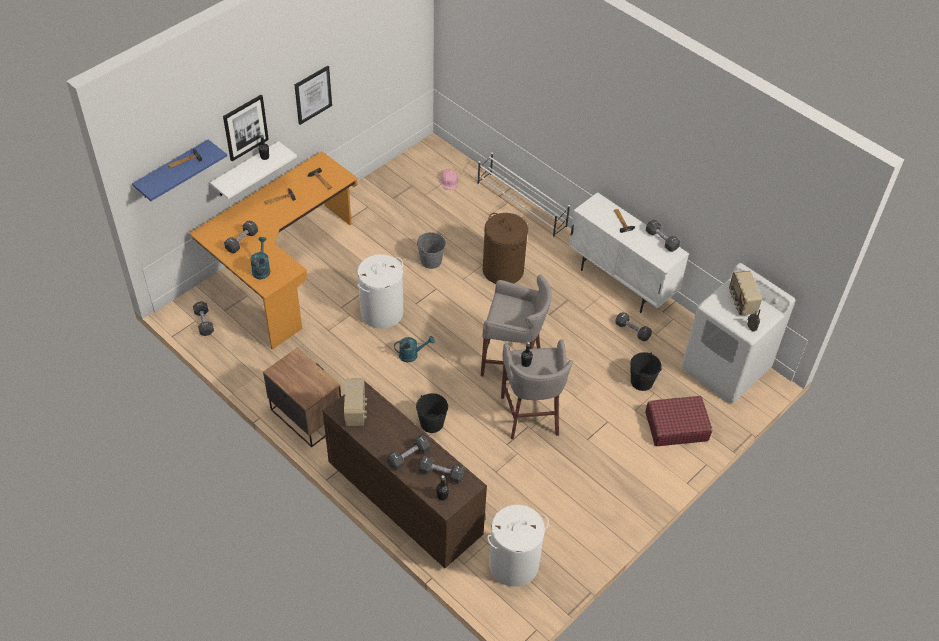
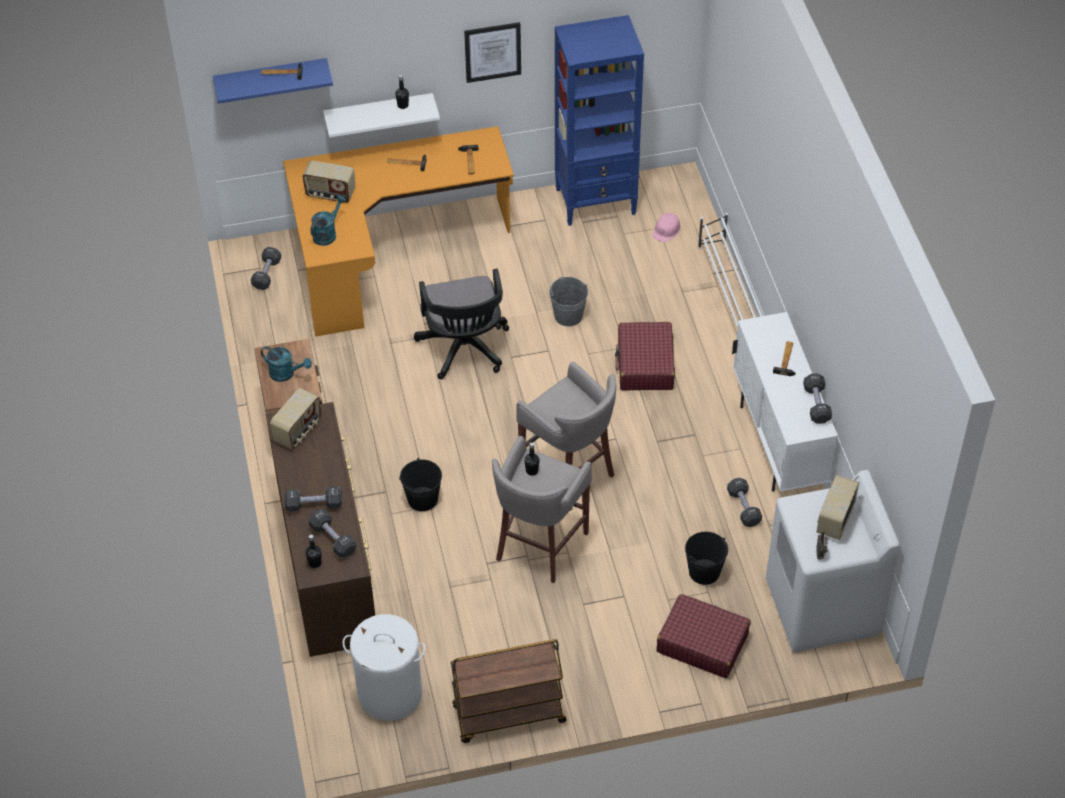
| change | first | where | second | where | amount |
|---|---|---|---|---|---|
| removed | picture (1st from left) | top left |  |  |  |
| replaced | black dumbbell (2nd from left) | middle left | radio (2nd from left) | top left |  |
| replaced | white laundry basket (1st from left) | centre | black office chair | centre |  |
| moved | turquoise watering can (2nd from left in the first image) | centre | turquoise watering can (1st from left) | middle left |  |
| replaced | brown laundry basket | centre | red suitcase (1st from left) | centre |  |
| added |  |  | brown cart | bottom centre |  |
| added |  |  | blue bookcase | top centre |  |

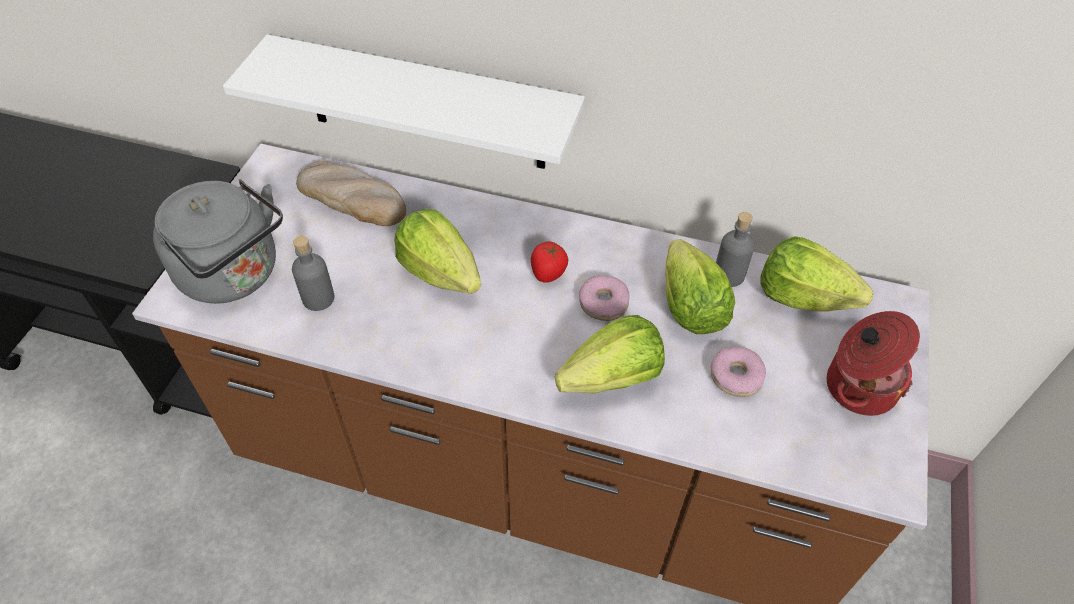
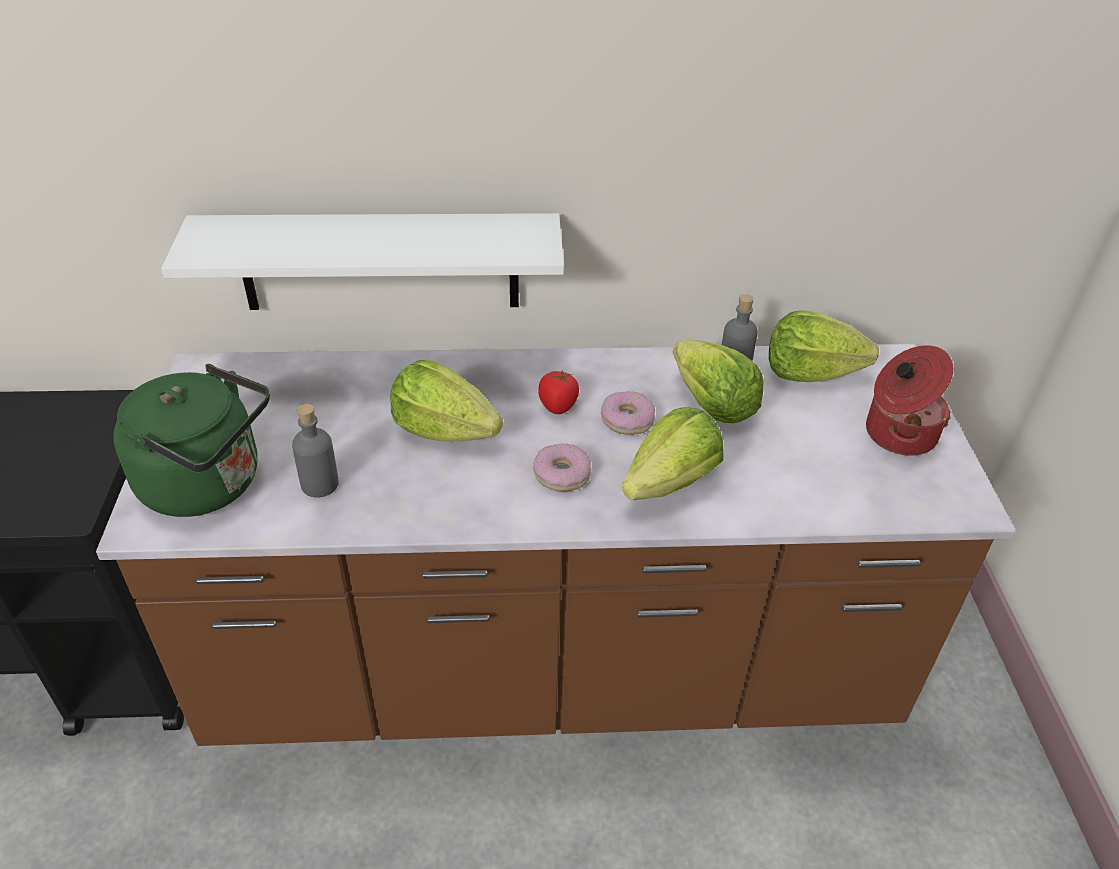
| change | first | where | second | where | amount |
|---|---|---|---|---|---|
| recoloured | grey kettle | middle left | green kettle | middle left |  |
| removed | bread | top left |  |  |  |
| moved | donut (2nd from left in the first image) | middle right | donut (1st from left) | centre |  |

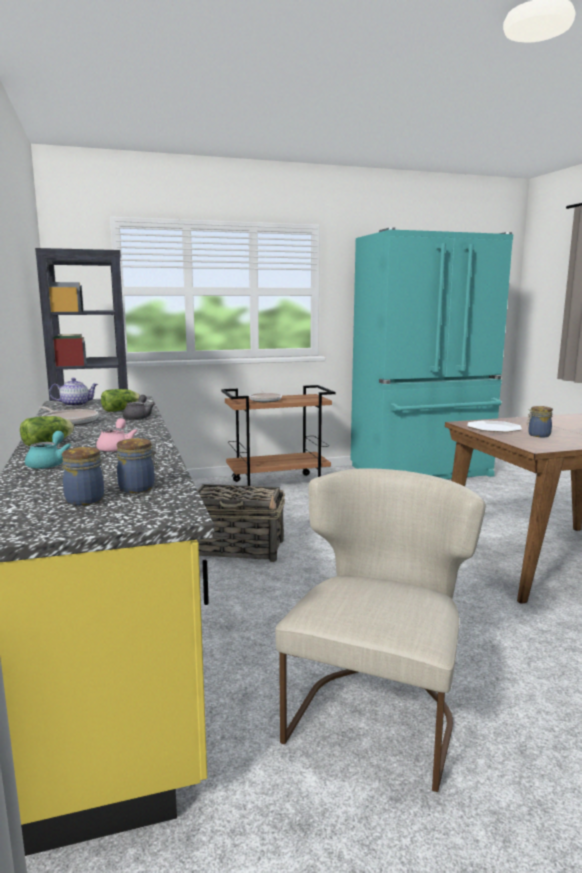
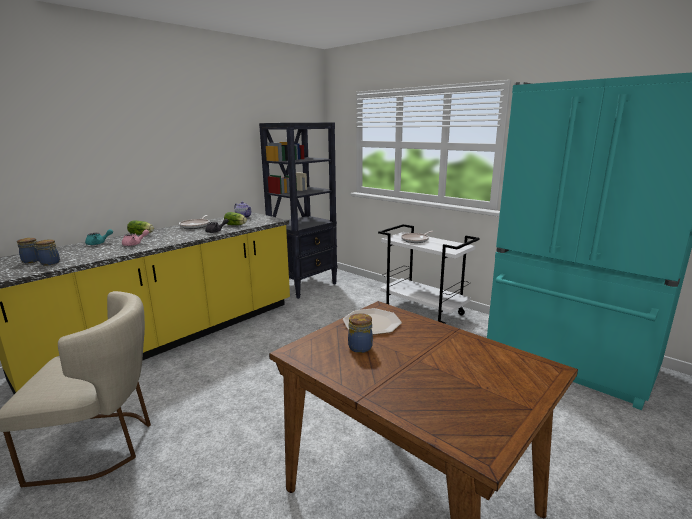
| change | first | where | second | where | amount |
|---|---|---|---|---|---|
| removed | basket | centre |  |  |  |
| recoloured | brown cart | centre | white cart | centre |  |

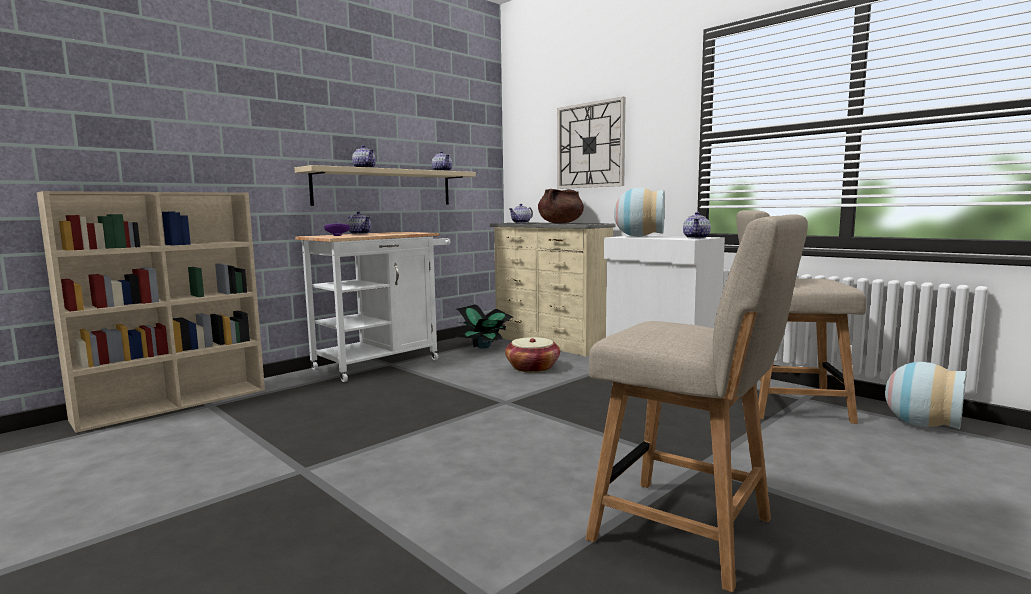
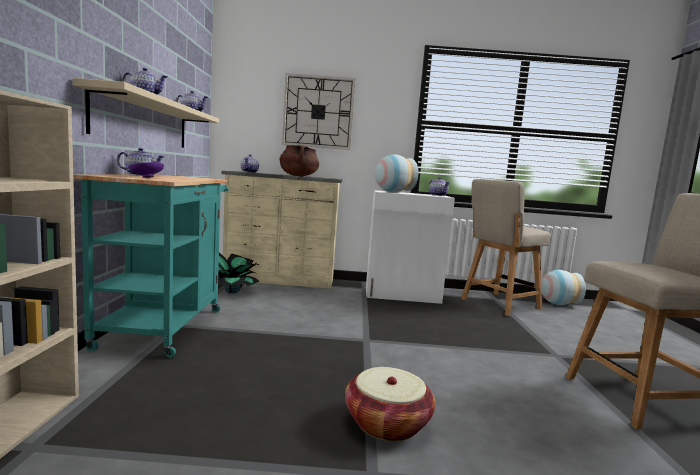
| change | first | where | second | where | amount |
|---|---|---|---|---|---|
| recoloured | white cart | centre | turquoise cart | middle left |  |
| moved | basket | centre |  | bottom centre |  |

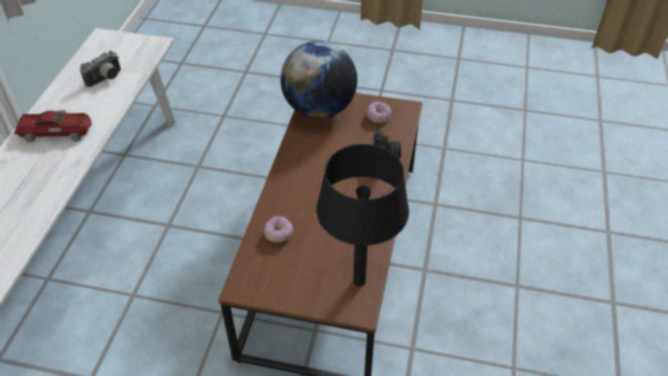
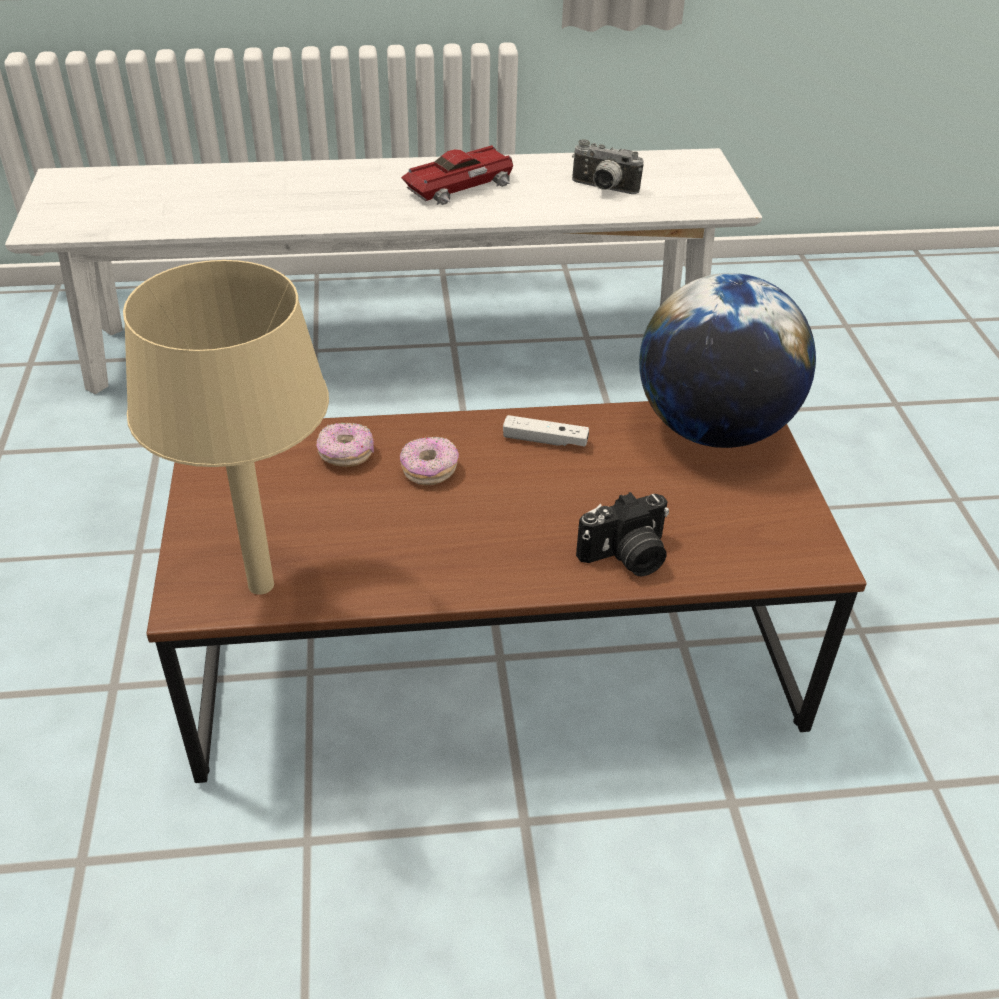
| change | first | where | second | where | amount |
|---|---|---|---|---|---|
| turned | toy car | middle left |  | top centre | 105 degrees counterclockwise |
| recoloured | black table lamp | centre | beige table lamp | middle left |  |
| moved | donut (2nd from left) | top centre |  | centre |  |
| added |  |  | white game controller | centre |  |

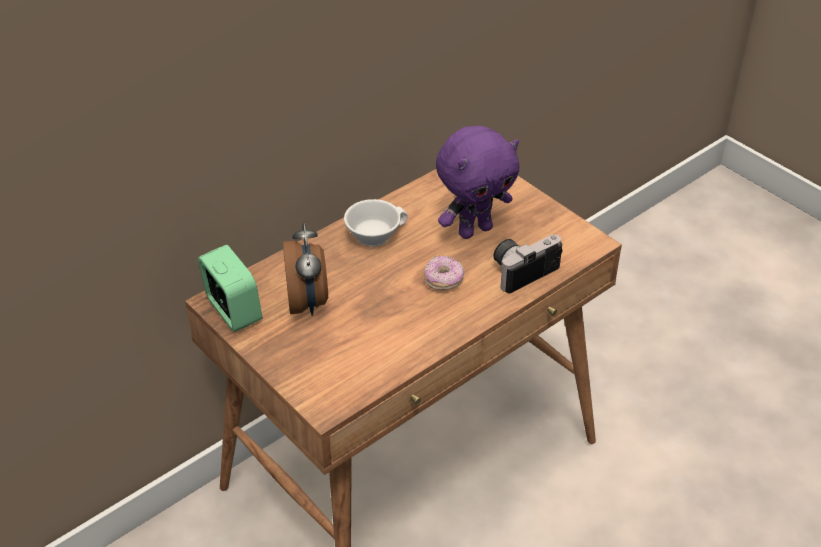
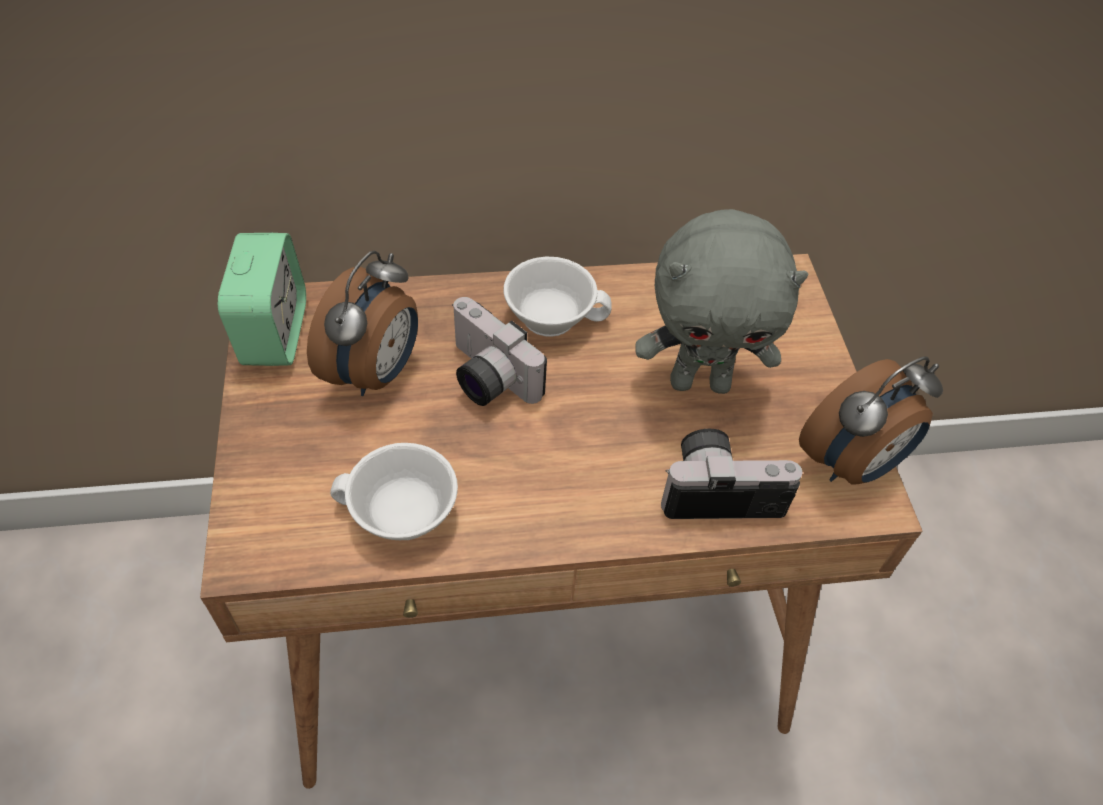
| change | first | where | second | where | amount |
|---|---|---|---|---|---|
| removed | donut | centre |  |  |  |
| recoloured | purple plush toy | top centre | grey plush toy | centre |  |
| added |  |  | white cup (1st from left) | centre |  |
| added |  |  | photo camera (1st from left) | centre |  |
| added |  |  | alarm clock (3rd from left) | middle right |  |

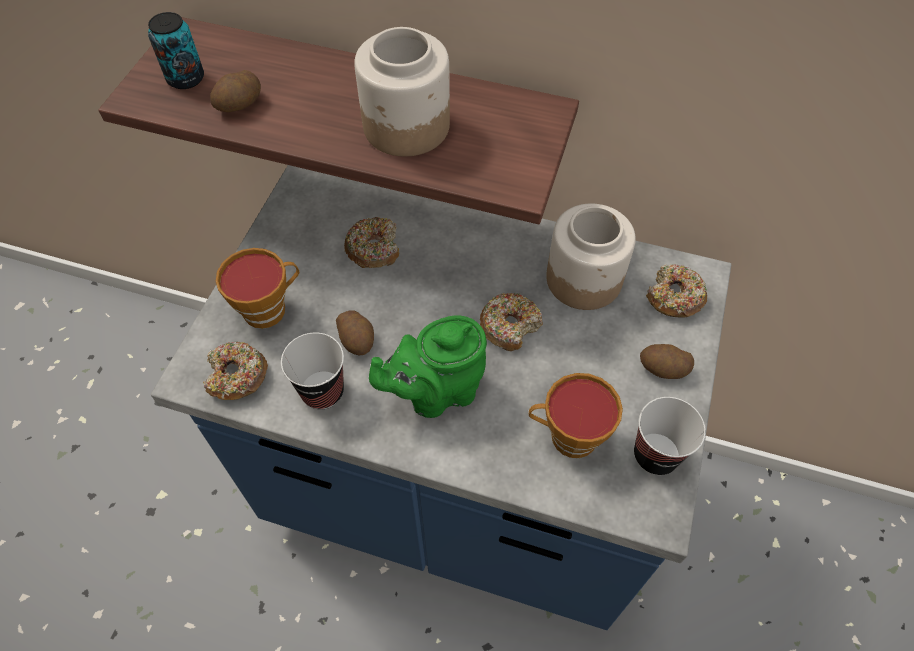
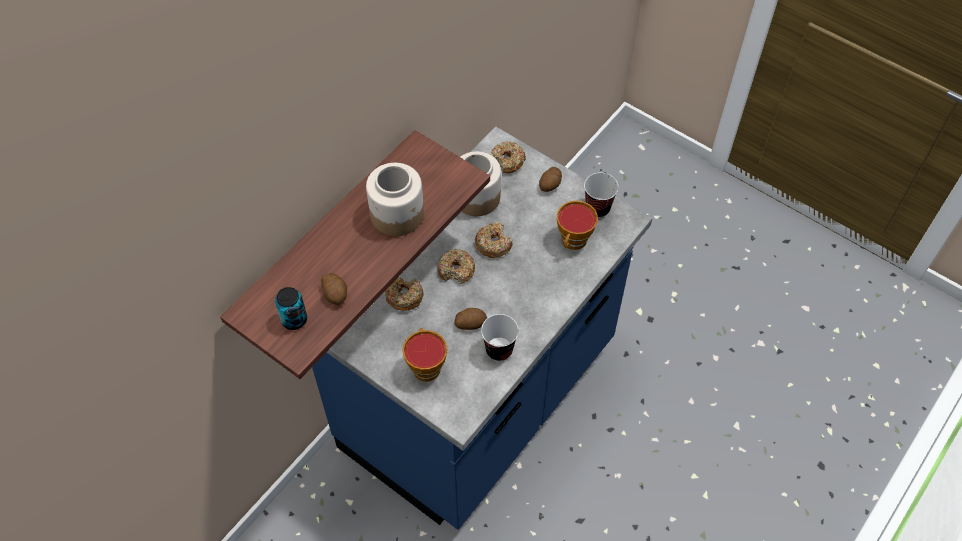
| change | first | where | second | where | amount |
|---|---|---|---|---|---|
| moved | donut (1st from left in the first image) | middle left | donut (2nd from left) | centre |  |
| removed | green teapot | centre |  |  |  |

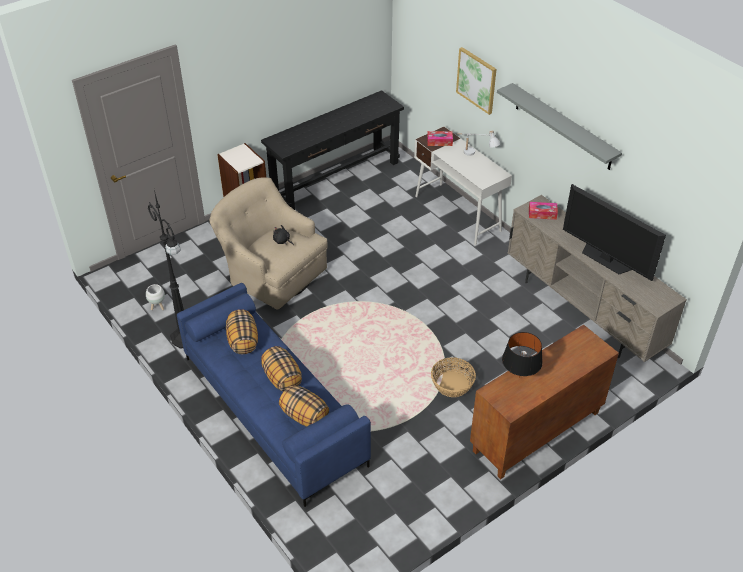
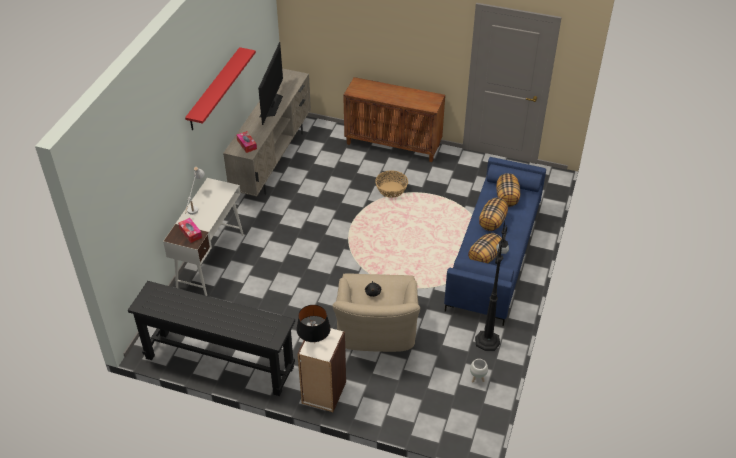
| change | first | where | second | where | amount |
|---|---|---|---|---|---|
| removed | picture | top centre |  |  |  |
| recoloured | grey shelf | top right | red shelf | top left |  |
| moved | black table lamp | middle right |  | bottom centre |  |

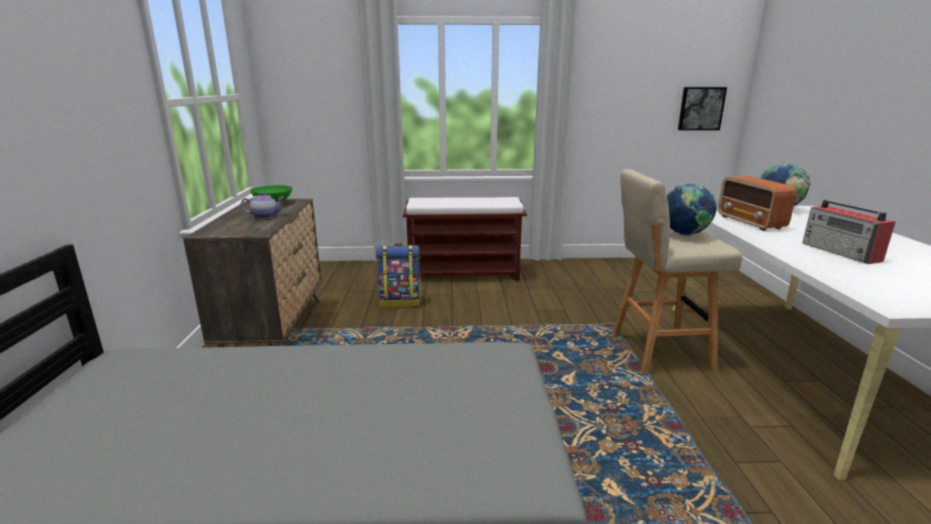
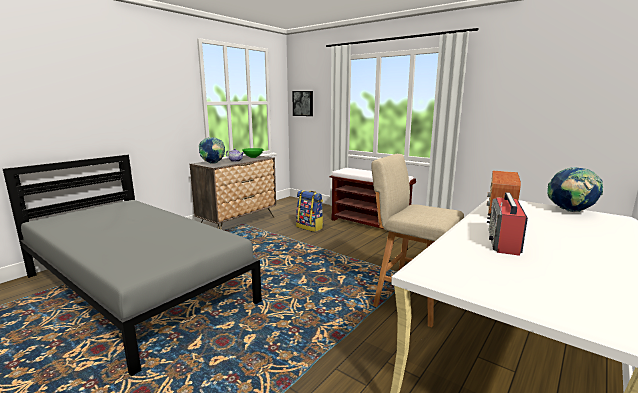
| change | first | where | second | where | amount |
|---|---|---|---|---|---|
| moved | globe (1st from left) | middle right |  | middle left |  |
| moved | picture | top right |  | top centre |  |

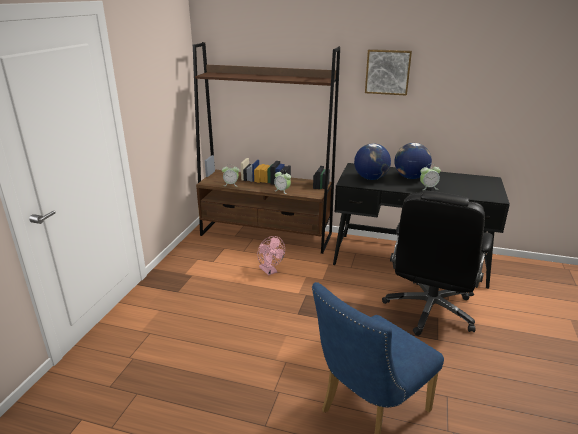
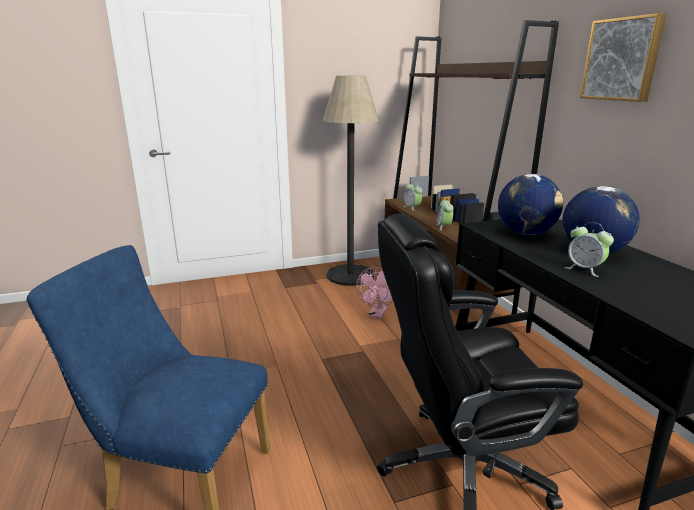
| change | first | where | second | where | amount |
|---|---|---|---|---|---|
| added |  |  | floor lamp | centre |  |

